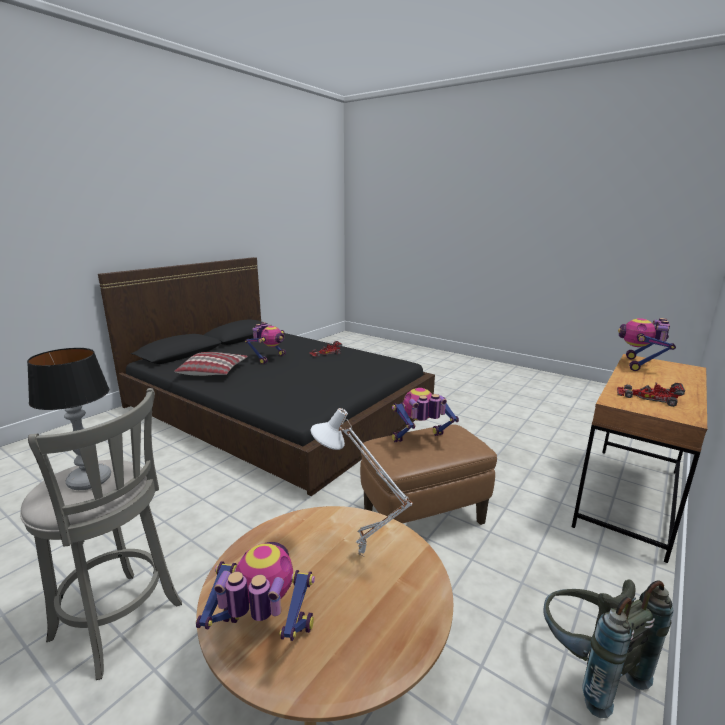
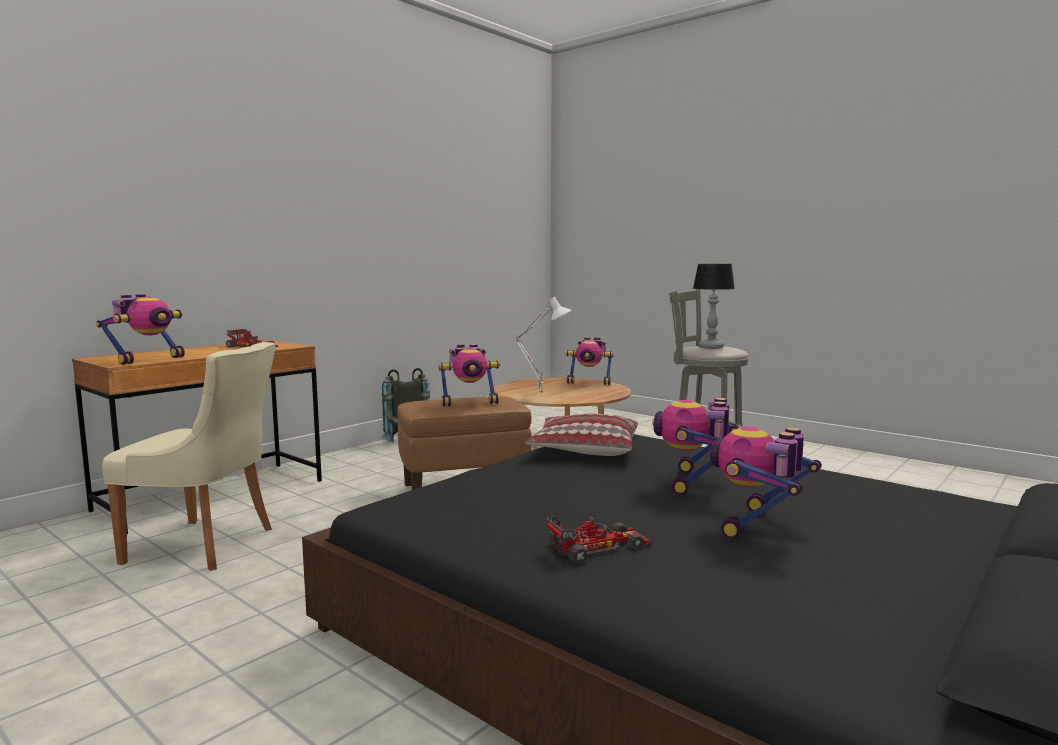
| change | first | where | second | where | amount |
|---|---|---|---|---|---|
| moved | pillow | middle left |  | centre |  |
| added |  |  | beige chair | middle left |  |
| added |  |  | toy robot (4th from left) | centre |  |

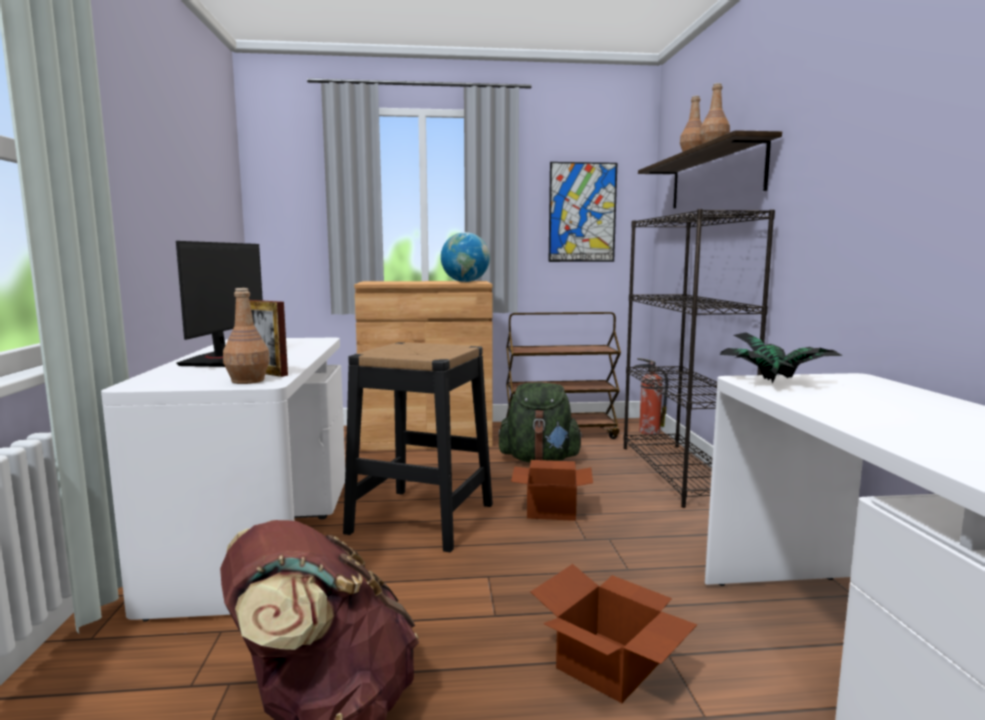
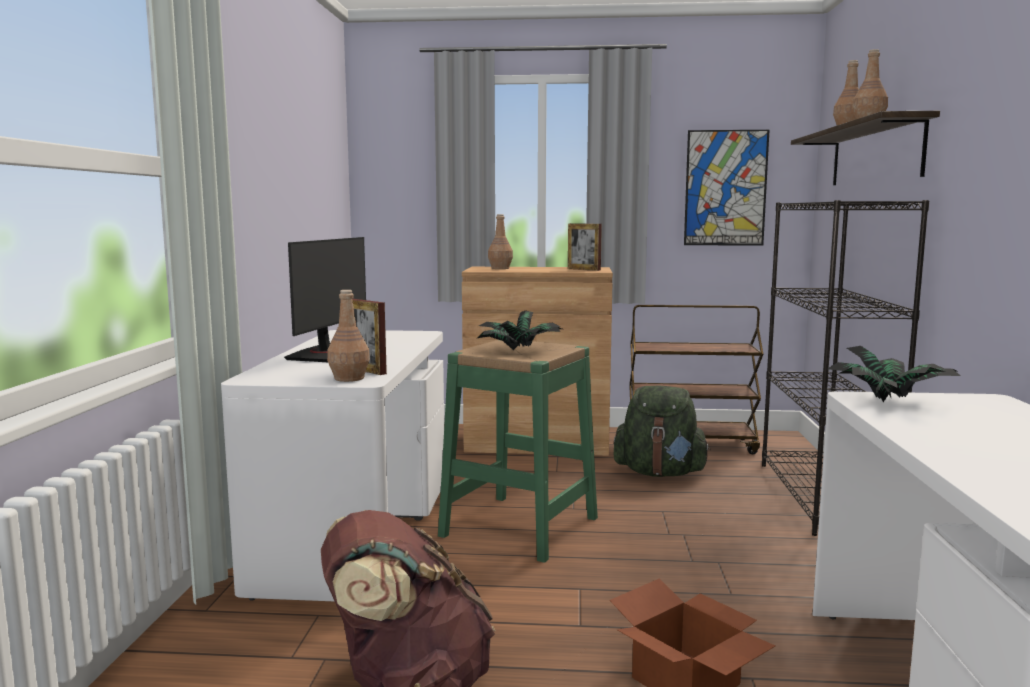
| change | first | where | second | where | amount |
|---|---|---|---|---|---|
| recoloured | black stool | centre | green stool | centre |  |
| replaced | globe | centre | picture frame (2nd from left) | centre |  |
| removed | cardboard box (1st from left) | bottom centre |  |  |  |
| removed | fire extinguisher | centre |  |  |  |
| added |  |  | potted plant (1st from left) | centre |  |
| added |  |  | brown bottle (2nd from left) | centre |  |

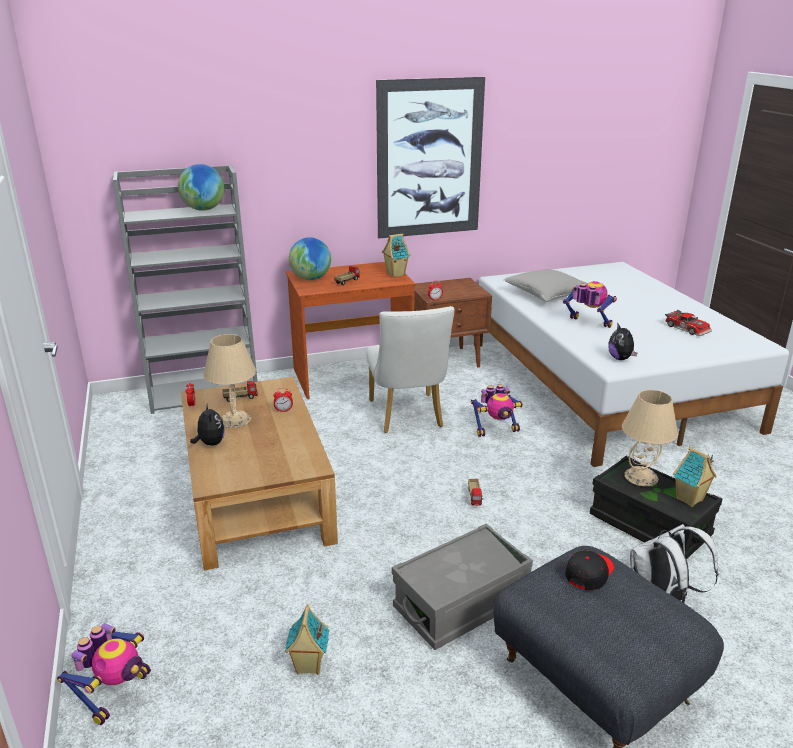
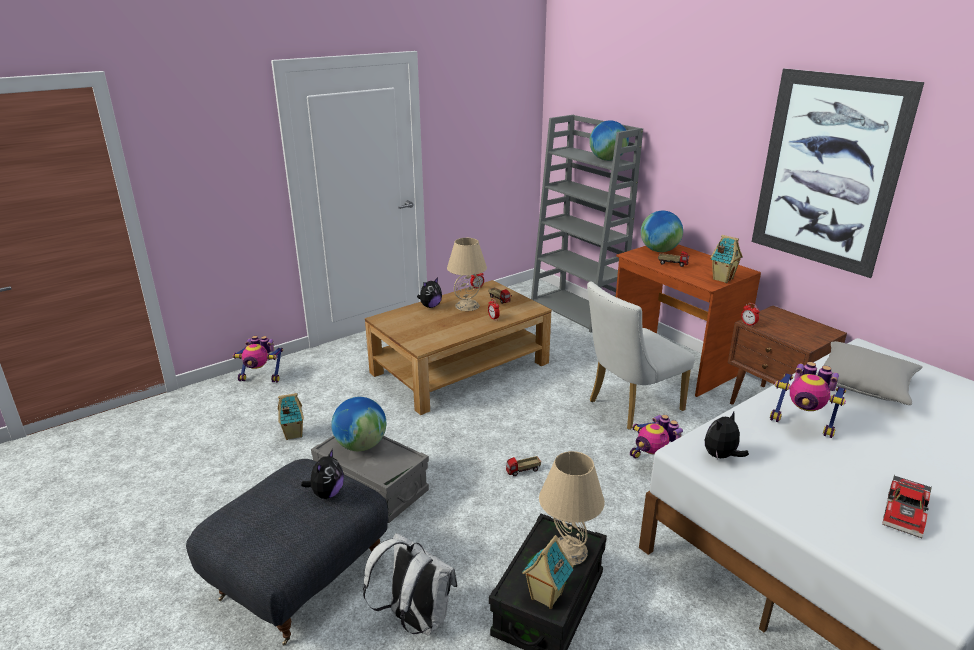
| change | first | where | second | where | amount |
|---|---|---|---|---|---|
| turned | toy robot (3rd from left) | middle right |  | middle right | 105 degrees clockwise |
| replaced | black cap | bottom right | plush toy (1st from left) | bottom left |  |
| added |  |  | globe (1st from left) | centre |  |

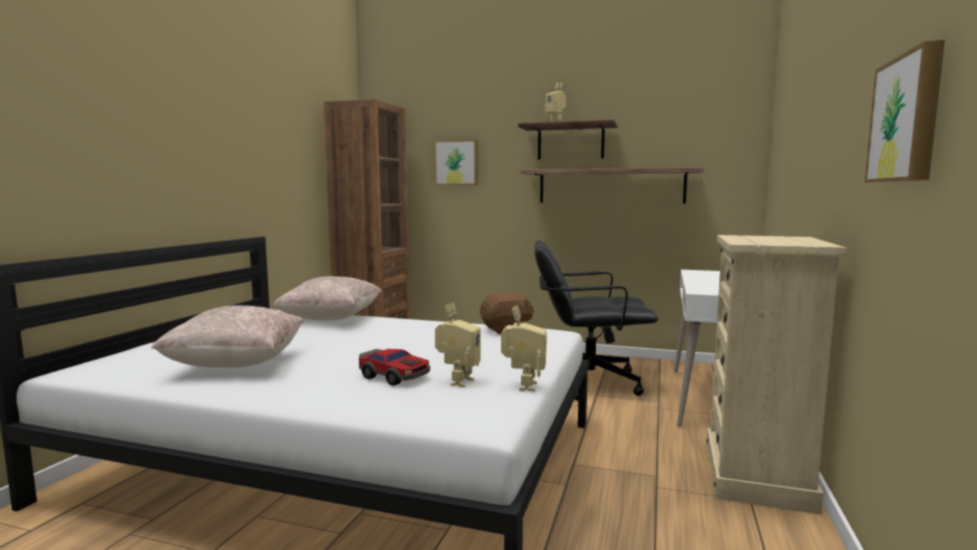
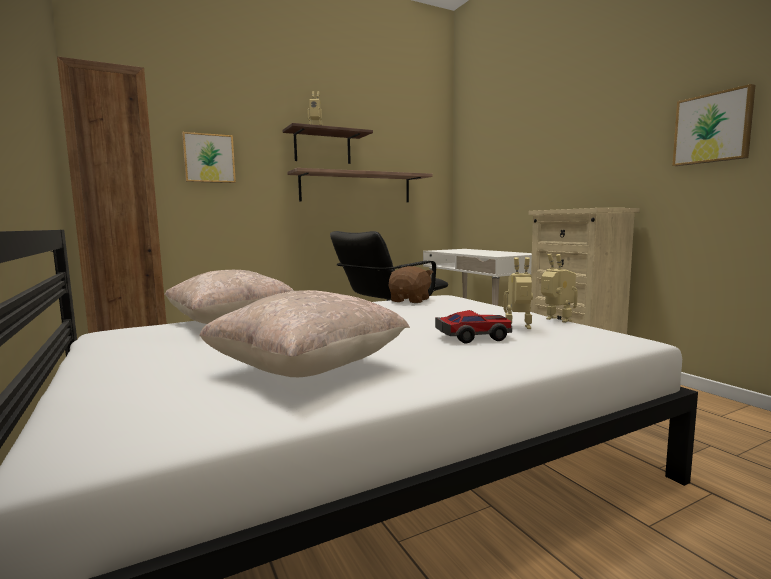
| change | first | where | second | where | amount |
|---|---|---|---|---|---|
| turned | toy robot (1st from left in the first image) | centre | toy robot (2nd from left) | middle right | 60 degrees counterclockwise |

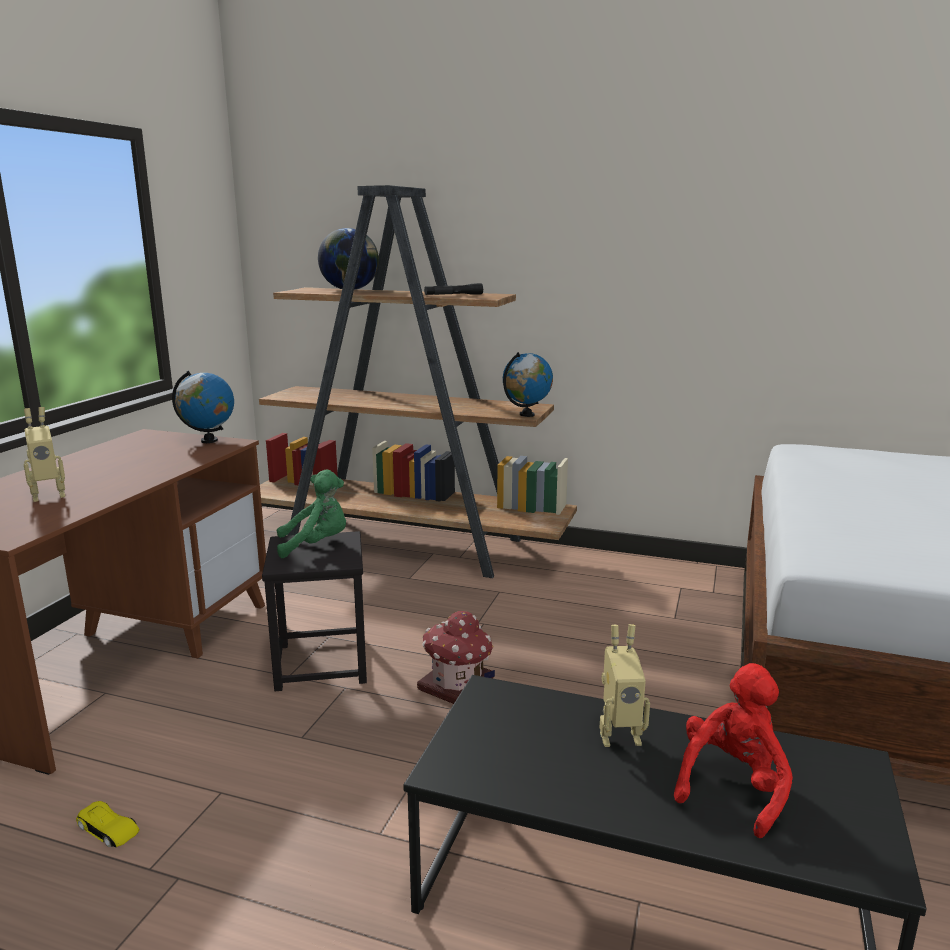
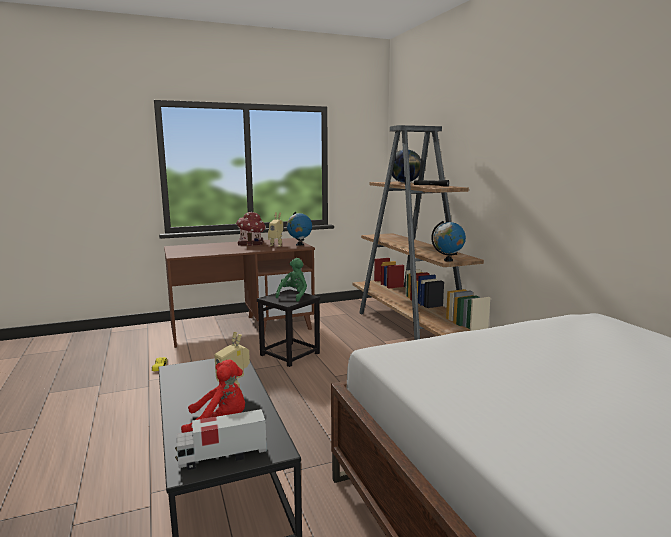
| change | first | where | second | where | amount |
|---|---|---|---|---|---|
| moved | toy robot (1st from left in the first image) | middle left | toy robot (2nd from left) | centre |  |
| turned | green plush toy | middle left |  | centre | 105 degrees counterclockwise |
| moved | toy house | bottom centre |  | centre |  |
| added |  |  | toy truck | bottom left |  |

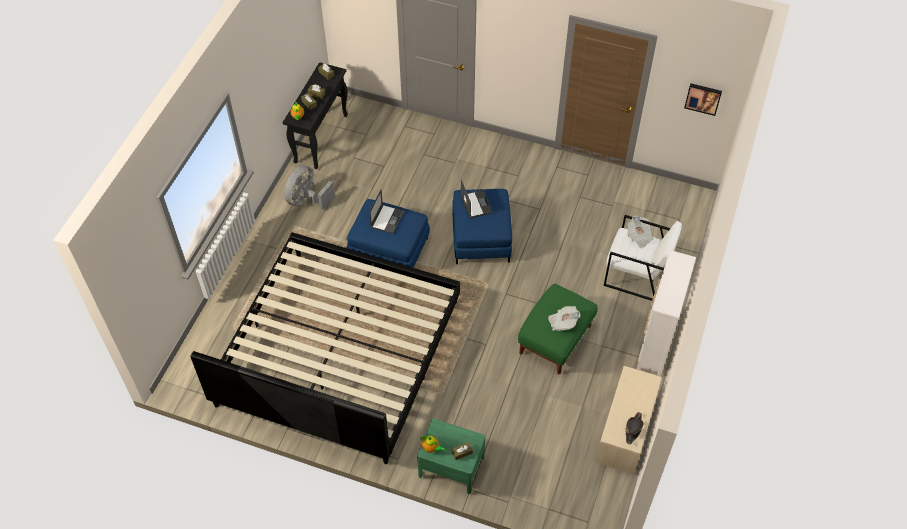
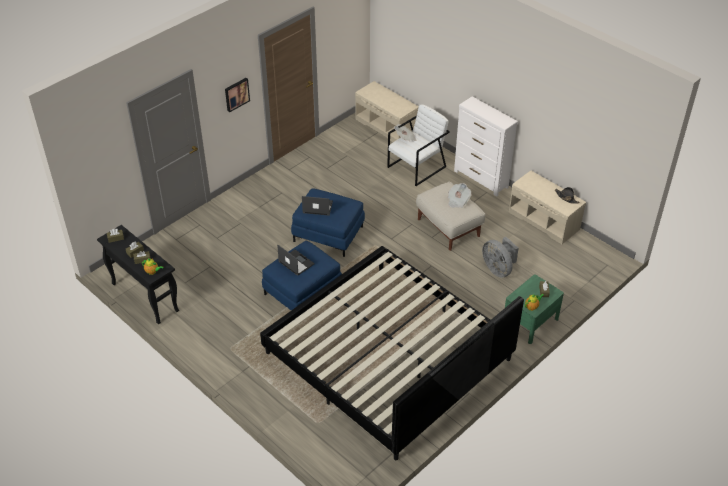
| change | first | where | second | where | amount |
|---|---|---|---|---|---|
| moved | grey fan | centre |  | middle right |  |
| recoloured | green ottoman | centre | beige ottoman | centre |  |
| moved | picture | top right |  | top left |  |
| added |  |  | beige bench (1st from left) | top centre |  |

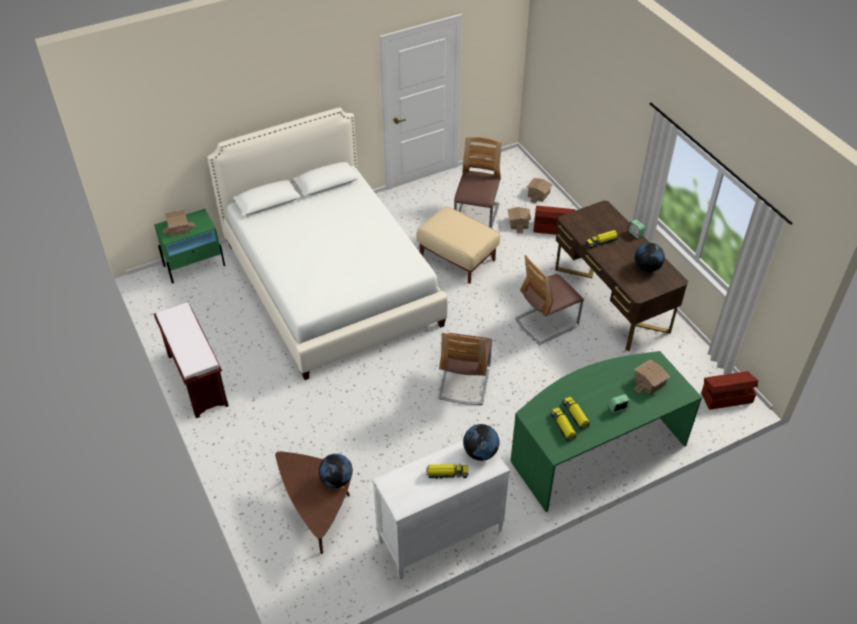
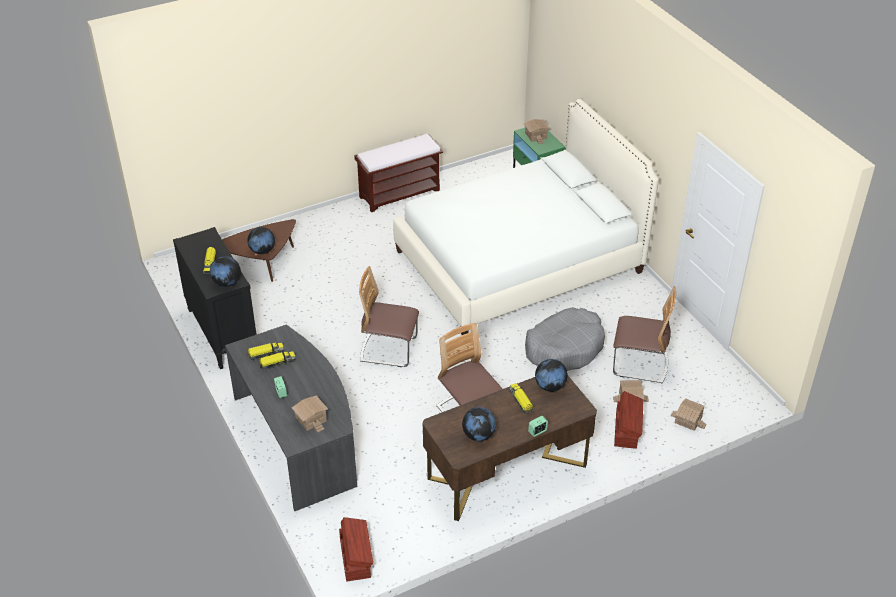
| change | first | where | second | where | amount |
|---|---|---|---|---|---|
| recoloured | white dresser | bottom centre | black dresser | middle left |  |
| replaced | beige ottoman | centre | grey dog bed | centre |  |
| recoloured | green desk | bottom right | grey desk | bottom left |  |
| added |  |  | globe (4th from left) | centre |  |

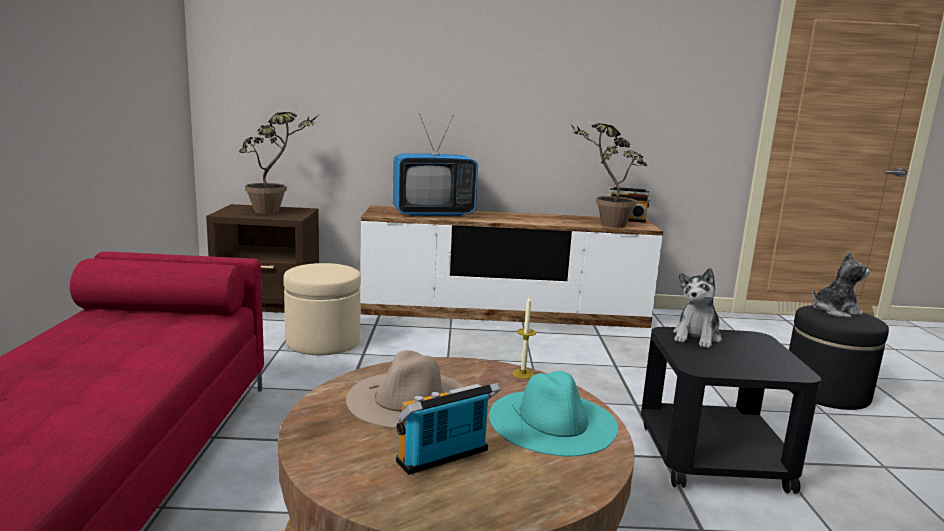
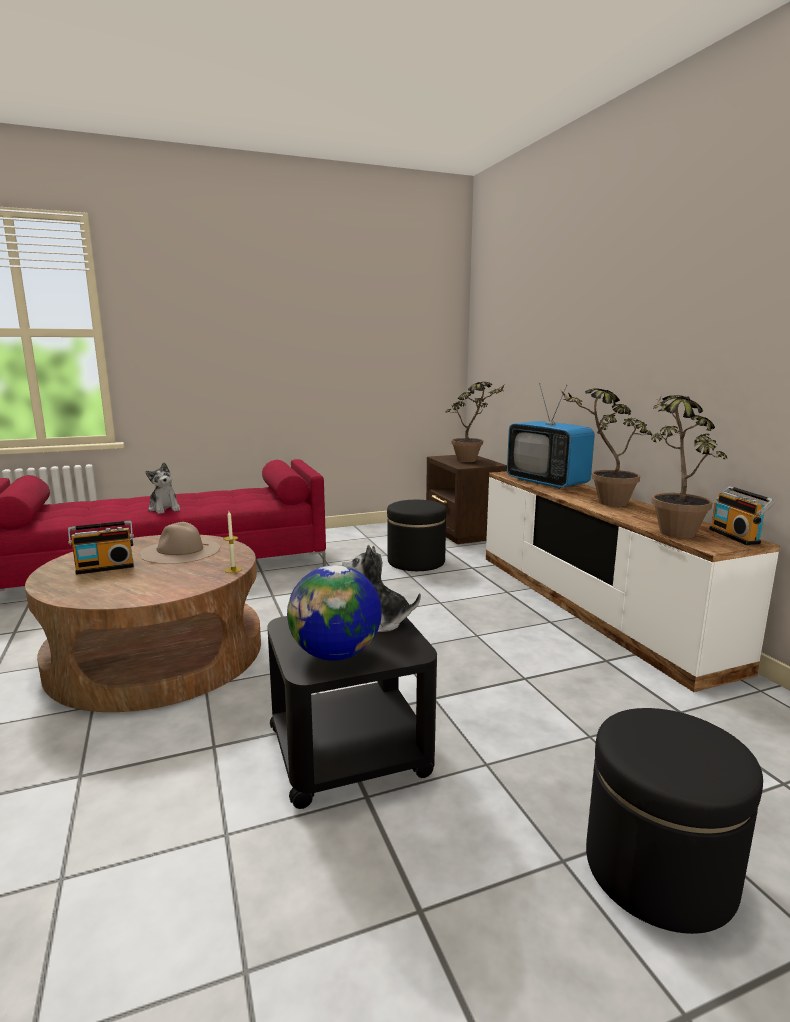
| change | first | where | second | where | amount |
|---|---|---|---|---|---|
| recoloured | beige ottoman | centre | black ottoman (1st from left) | centre |  |
| turned | radio (1st from left) | bottom centre |  | middle left | 120 degrees clockwise |
| removed | turquoise hat | bottom centre |  |  |  |
| moved | plush toy (2nd from left in the first image) | middle right | plush toy (1st from left) | middle left |  |
| added |  |  | globe | centre |  |
| added |  |  | potted plant (2nd from left) | middle right |  |

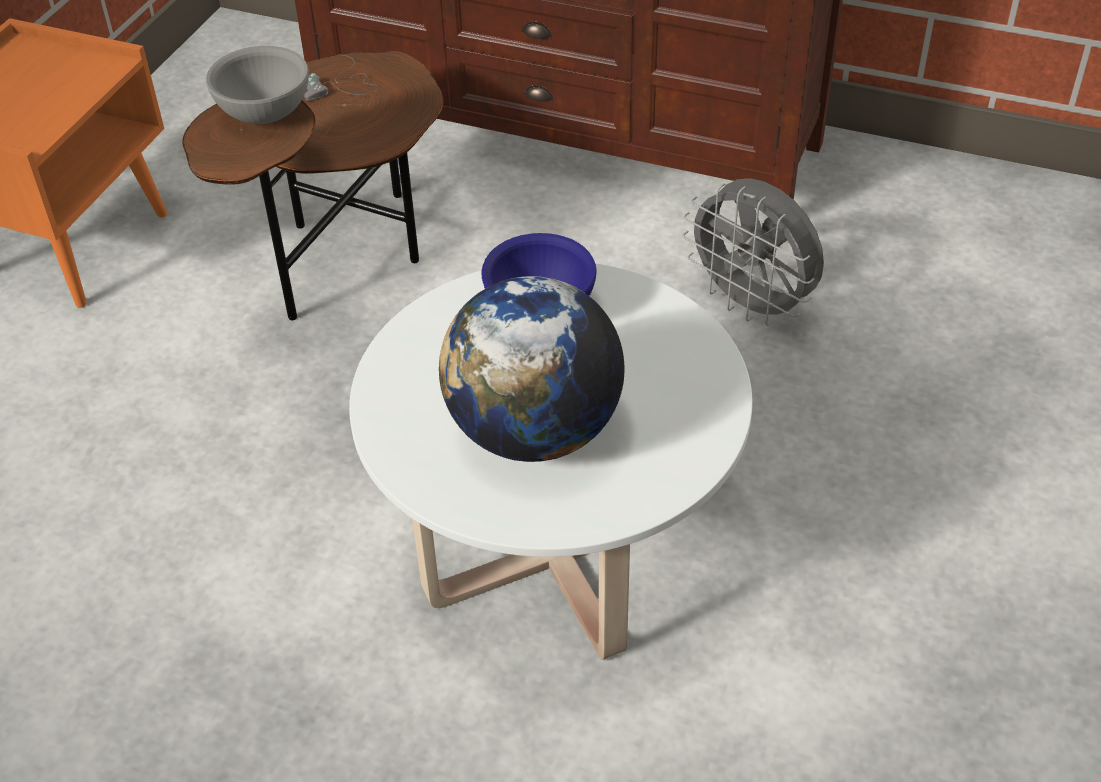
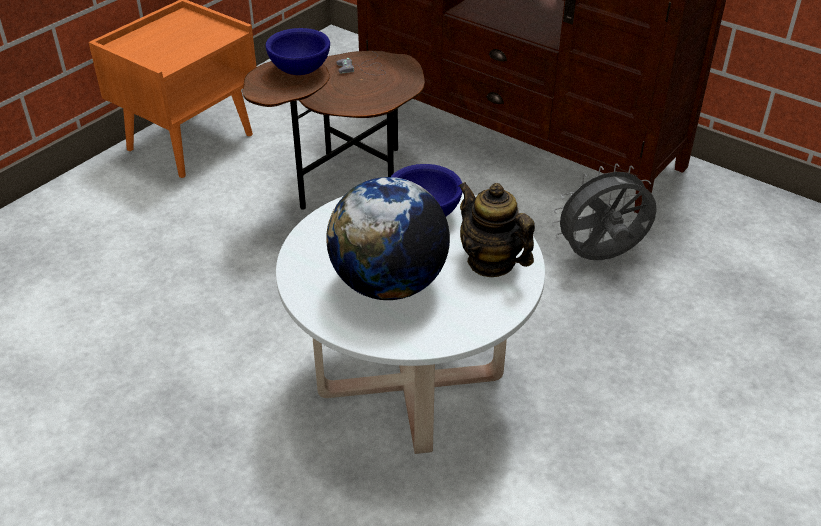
| change | first | where | second | where | amount |
|---|---|---|---|---|---|
| recoloured | grey bowl | top left | blue bowl (1st from left) | top centre |  |
| turned | grey fan | top right |  | middle right | 105 degrees clockwise |
| added |  |  | teapot | centre |  |

